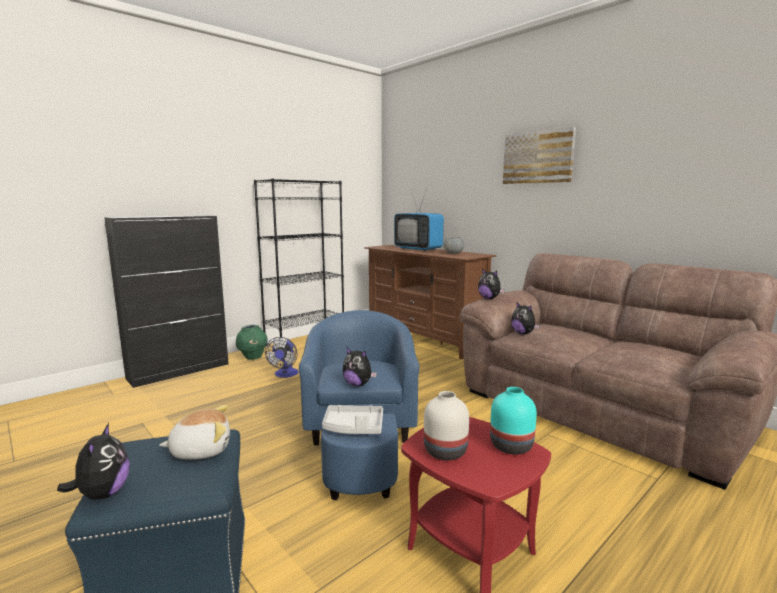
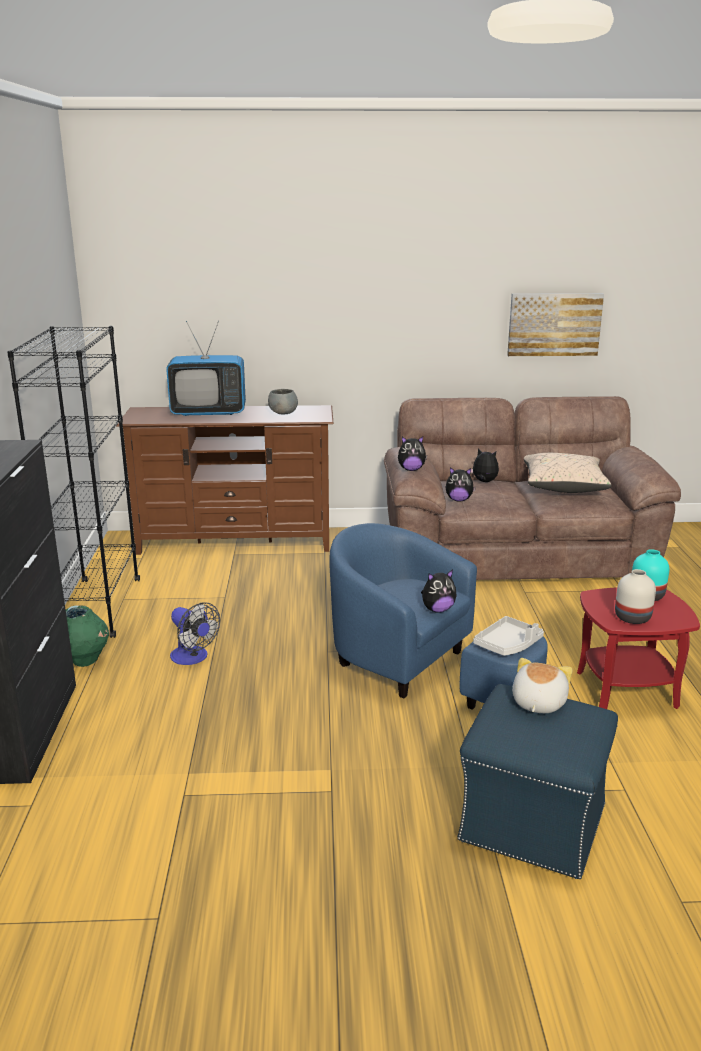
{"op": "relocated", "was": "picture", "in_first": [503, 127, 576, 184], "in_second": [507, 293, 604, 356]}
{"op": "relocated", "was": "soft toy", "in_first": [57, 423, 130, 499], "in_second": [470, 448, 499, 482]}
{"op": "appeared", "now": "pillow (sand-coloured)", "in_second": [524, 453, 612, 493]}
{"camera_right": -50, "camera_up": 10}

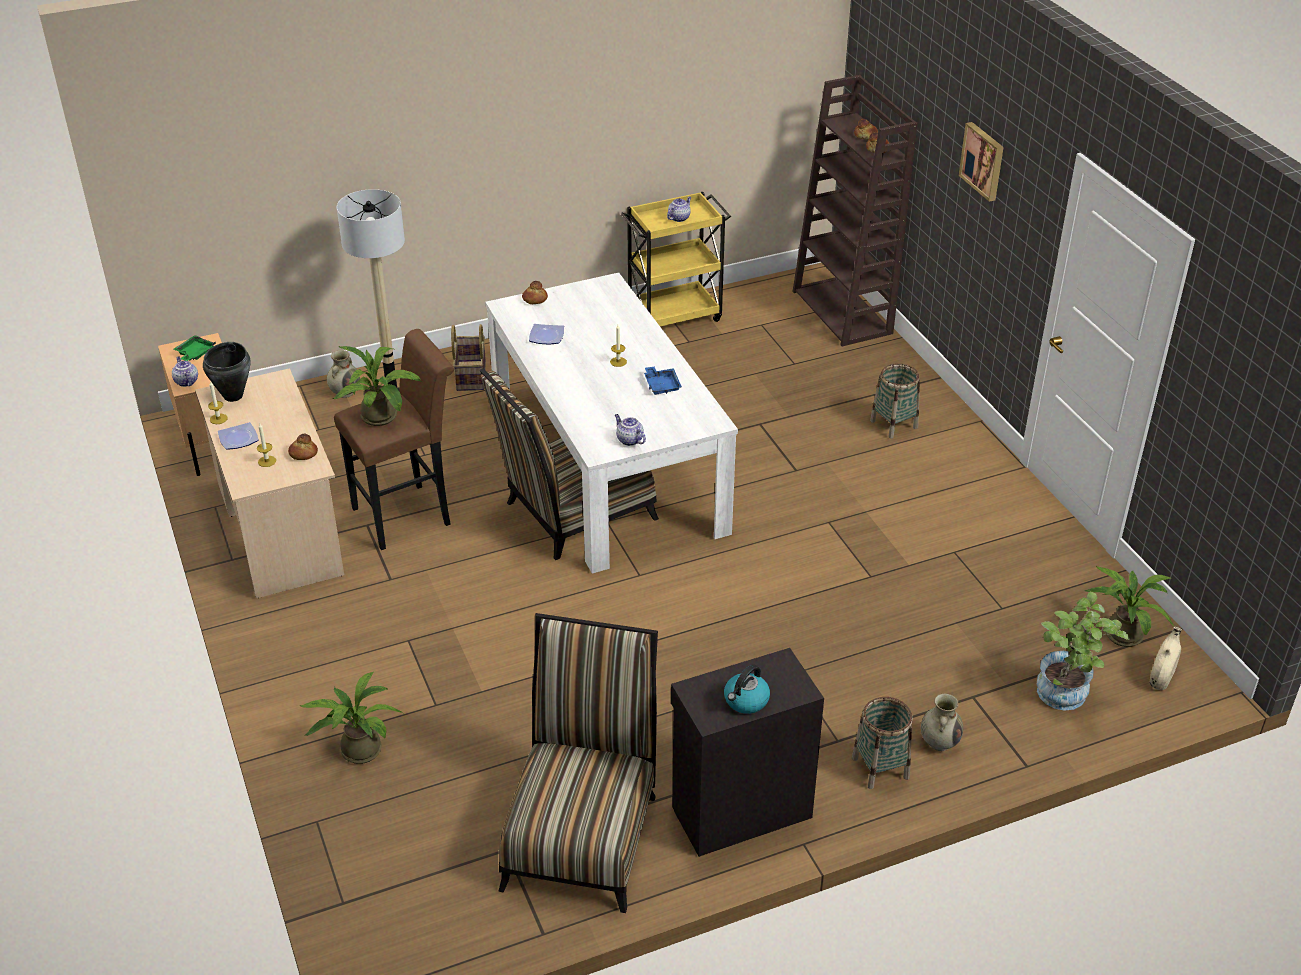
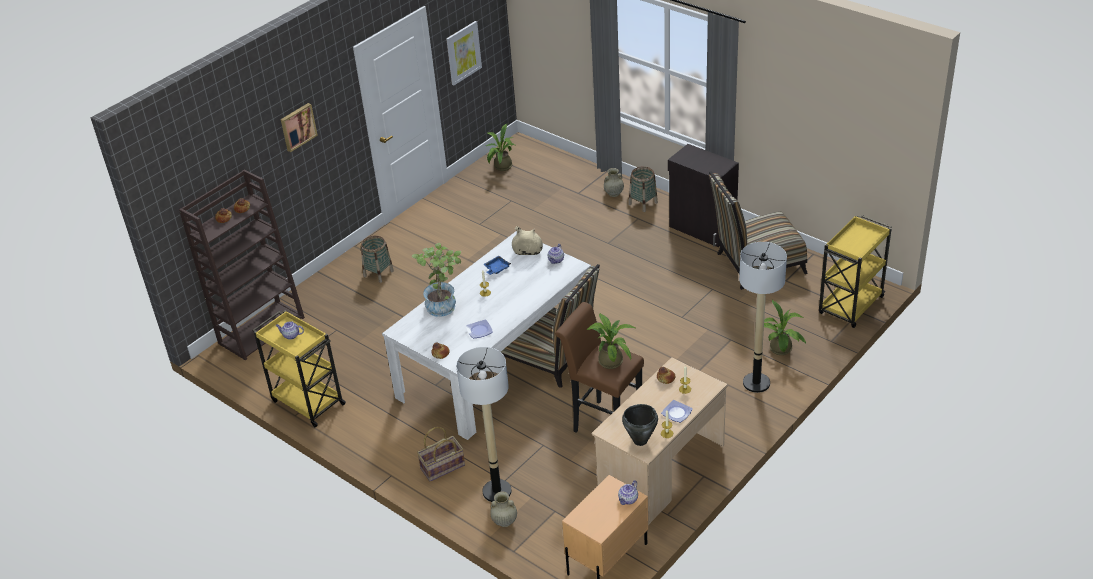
{"op": "missing", "was": "tray (greenish)", "in_first": [174, 335, 216, 361]}
{"op": "relocated", "was": "plant in a pot", "in_first": [1037, 592, 1130, 711], "in_second": [411, 243, 461, 317]}
{"op": "relocated", "was": "flower vase (sand-coloured)", "in_first": [1150, 627, 1182, 690], "in_second": [512, 226, 543, 255]}
{"op": "missing", "was": "tea kettle", "in_first": [724, 665, 770, 714]}
{"op": "appeared", "now": "picture", "in_second": [446, 21, 482, 86]}
{"op": "appeared", "now": "cart (yellowish)", "in_second": [819, 215, 892, 328]}
{"op": "appeared", "now": "standing lamp", "in_second": [739, 242, 787, 393]}
{"camera_right": -115, "camera_up": 0}

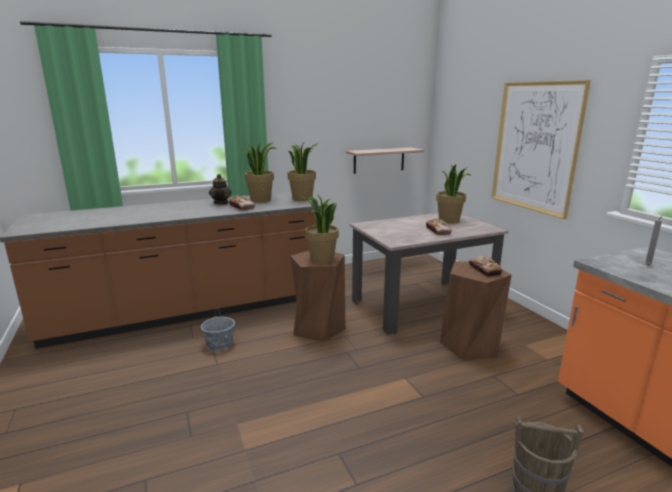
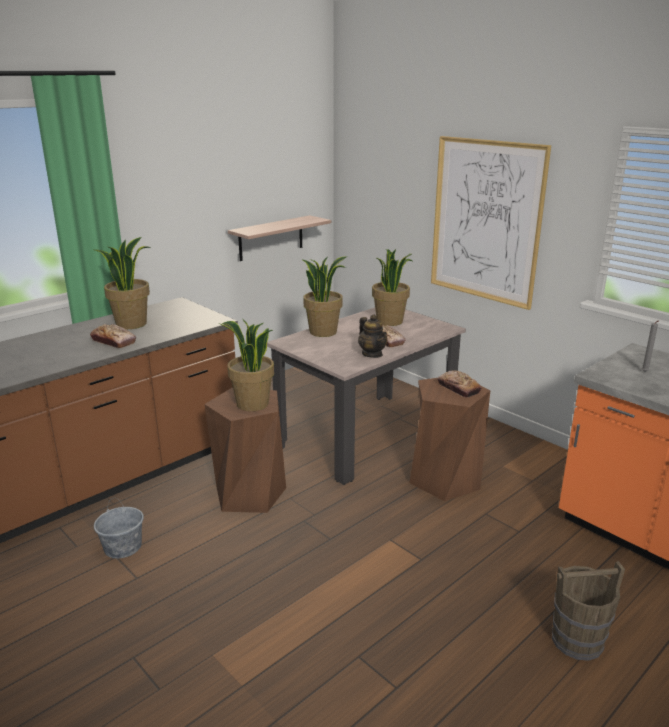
{"op": "relocated", "was": "plant in a pot", "in_first": [287, 141, 319, 201], "in_second": [303, 256, 348, 337]}
{"op": "relocated", "was": "tea pot", "in_first": [209, 174, 232, 205], "in_second": [358, 315, 387, 358]}
{"camera_right": -20, "camera_up": 5}

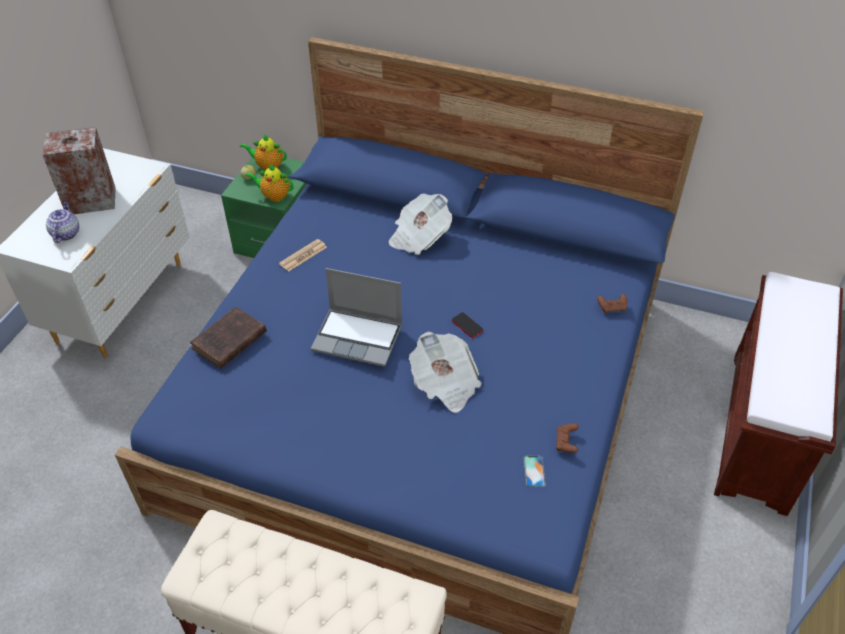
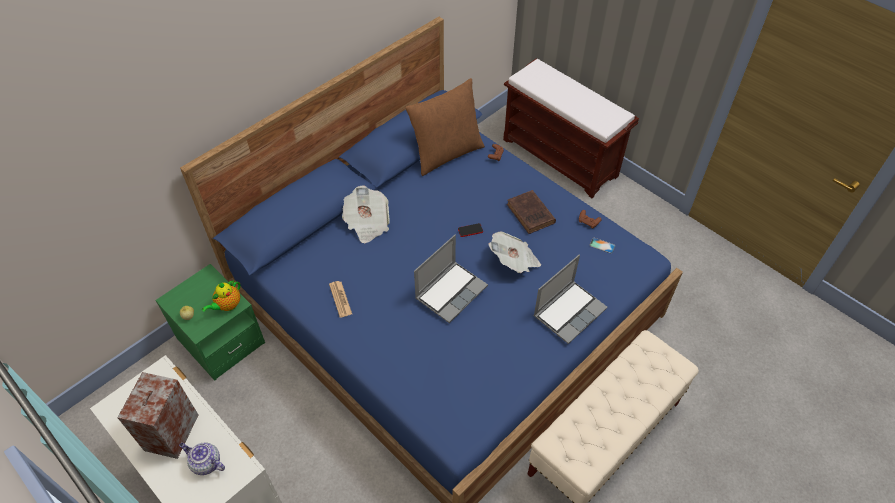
{"op": "missing", "was": "tea pot", "in_first": [240, 134, 287, 171]}
{"op": "relocated", "was": "volume (brown)", "in_first": [190, 307, 267, 368], "in_second": [507, 190, 556, 234]}
{"op": "appeared", "now": "pillow (brown)", "in_second": [406, 78, 485, 176]}
{"op": "appeared", "now": "portable computer", "in_second": [533, 254, 608, 344]}
{"camera_right": -65, "camera_up": 5}

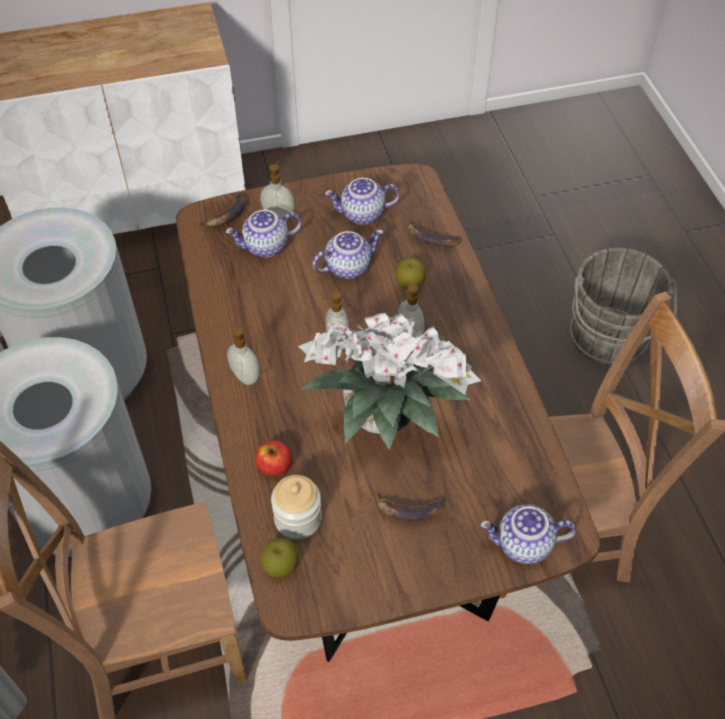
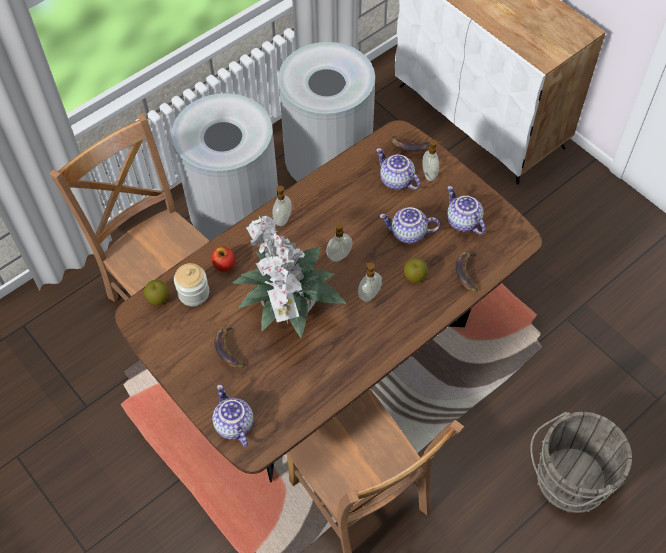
{"op": "spun", "was": "tea pot", "in_first": [313, 229, 383, 279], "in_second": [379, 207, 440, 244], "clockwise": 150}
{"camera_right": 65, "camera_up": 5}

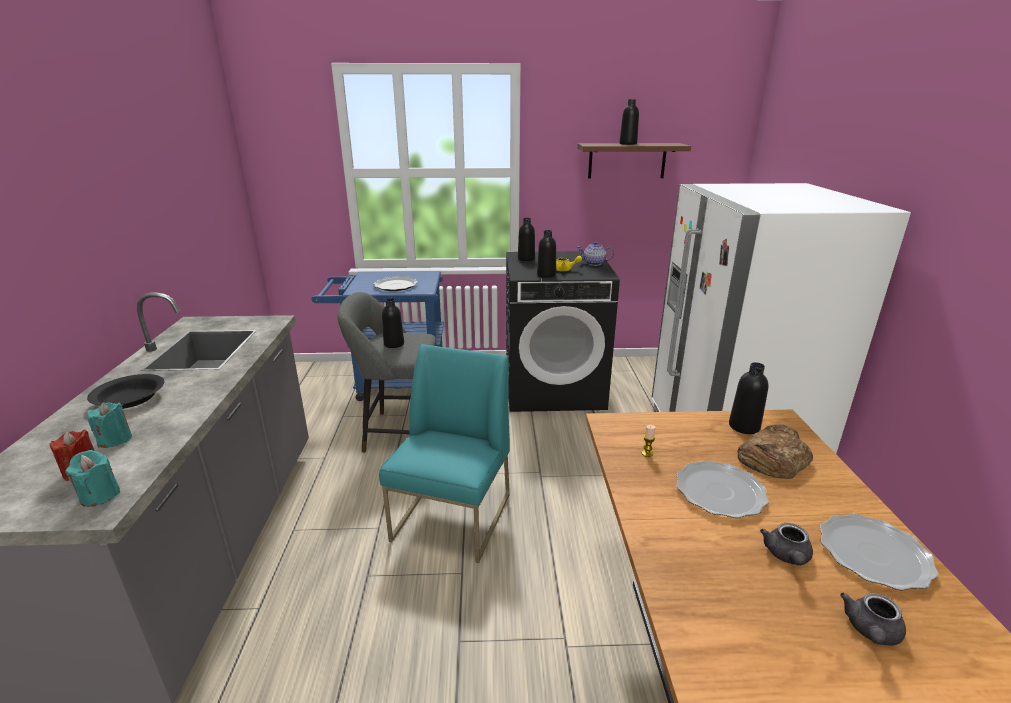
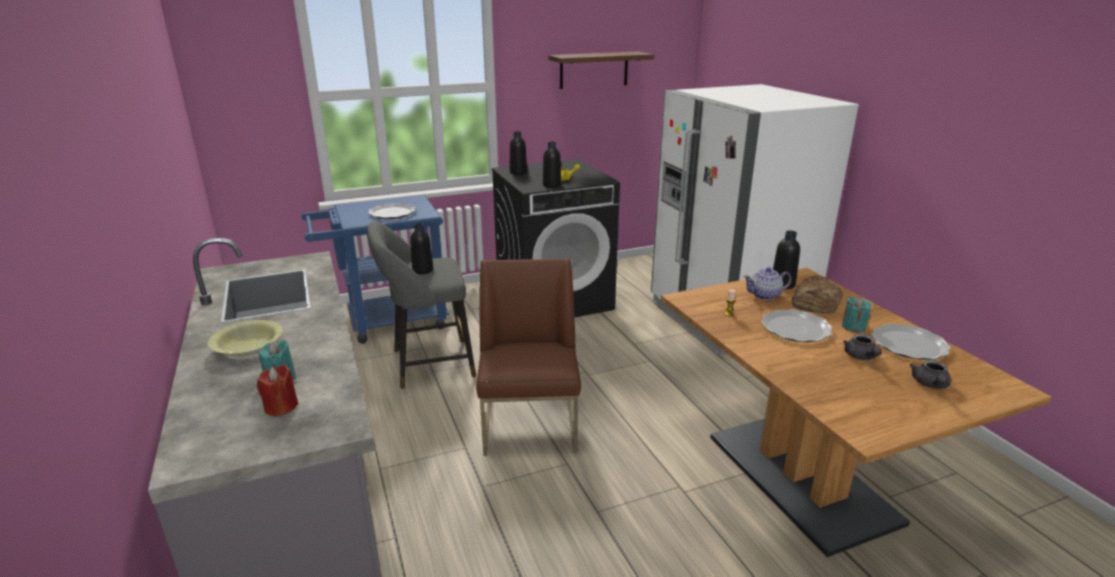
{"op": "missing", "was": "drink bottle (black-coloured)", "in_first": [619, 99, 639, 145]}
{"op": "relocated", "was": "tea pot", "in_first": [577, 242, 614, 266], "in_second": [743, 267, 791, 300]}
{"op": "colour", "was": "plain chair (turquoise-coloured)", "now": "plain chair (brown)", "in_first": [379, 344, 510, 563], "in_second": [476, 259, 581, 456]}
{"op": "colour", "was": "deep dish (black-coloured)", "now": "deep dish (yellowish)", "in_first": [87, 374, 164, 409], "in_second": [208, 320, 283, 357]}
{"op": "relocated", "was": "wax candle (turquoise-coloured)", "in_first": [65, 450, 120, 507], "in_second": [842, 296, 871, 333]}
{"camera_right": -20, "camera_up": 0}

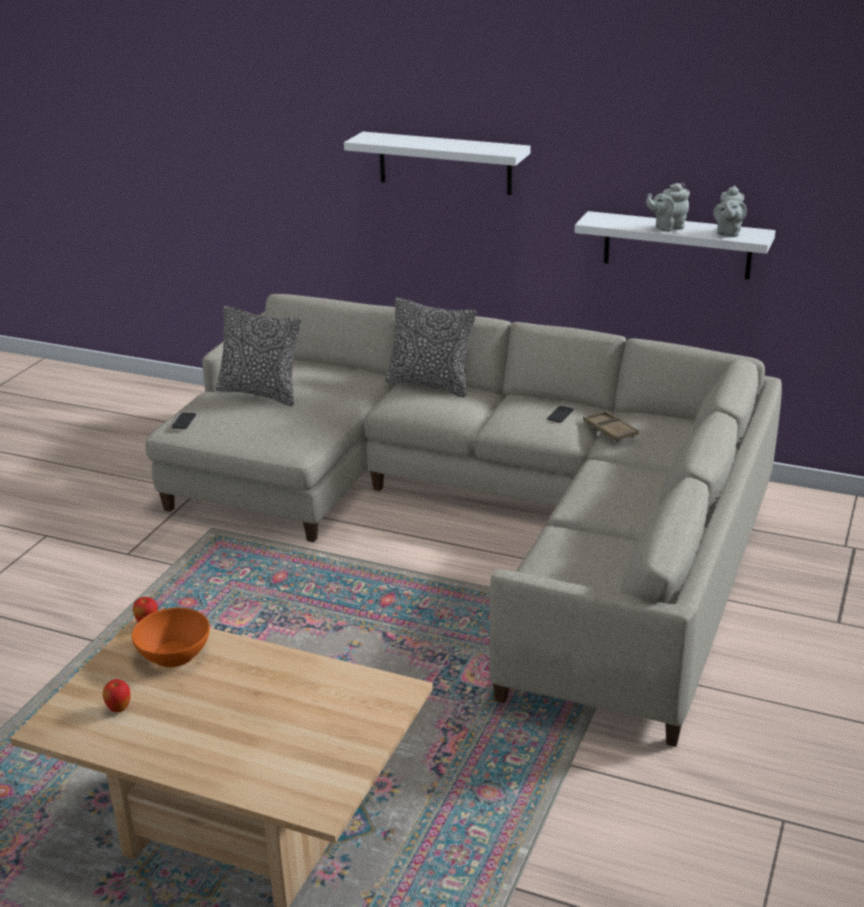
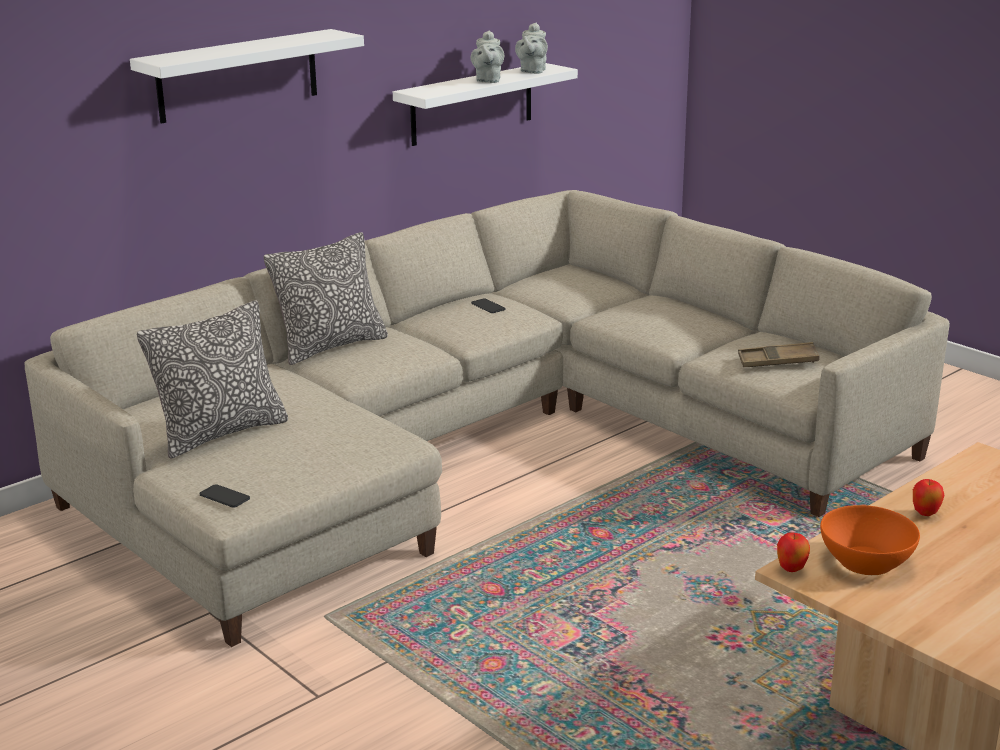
{"op": "spun", "was": "tea pot (gray)", "in_first": [713, 185, 747, 237], "in_second": [515, 23, 548, 74], "clockwise": 60}
{"op": "relocated", "was": "tray (brown)", "in_first": [583, 411, 639, 442], "in_second": [738, 342, 820, 367]}
{"op": "relocated", "was": "apple", "in_first": [103, 679, 130, 712], "in_second": [913, 479, 945, 516]}
{"camera_right": -65, "camera_up": -5}

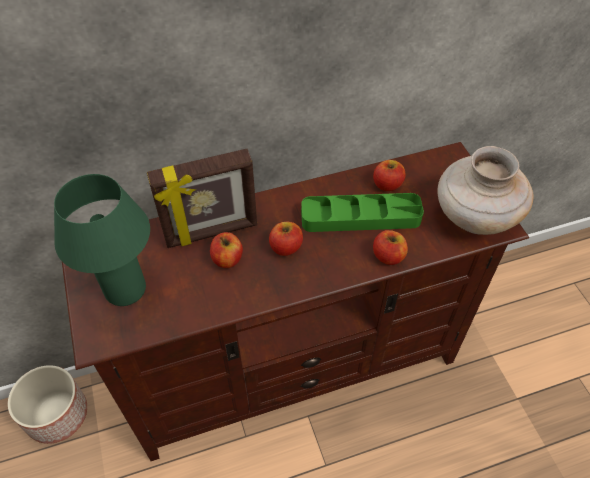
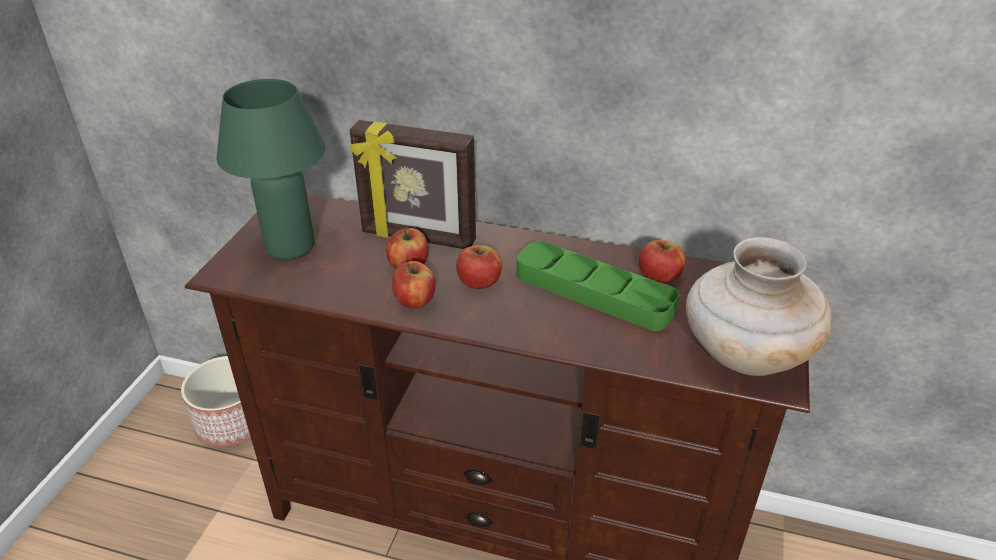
{"op": "relocated", "was": "apple", "in_first": [373, 230, 408, 265], "in_second": [392, 261, 436, 309]}
{"camera_right": 35, "camera_up": -15}

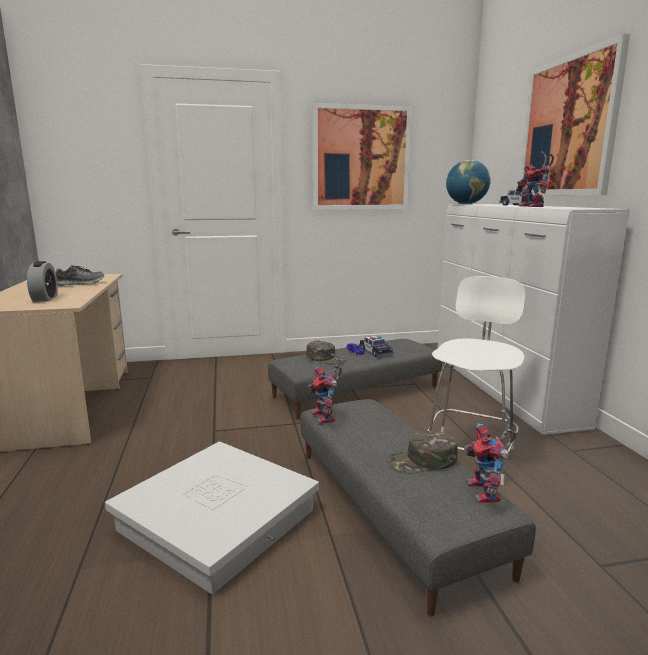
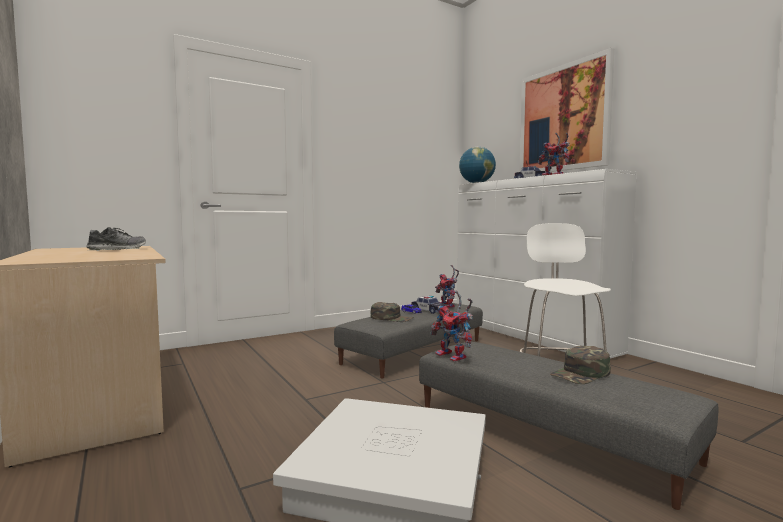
{"op": "missing", "was": "picture", "in_first": [313, 103, 412, 210]}
{"op": "missing", "was": "table clock", "in_first": [27, 261, 58, 302]}
{"op": "relocated", "was": "robot figure", "in_first": [464, 410, 517, 503], "in_second": [435, 265, 459, 308]}
{"camera_right": -20, "camera_up": -10}

